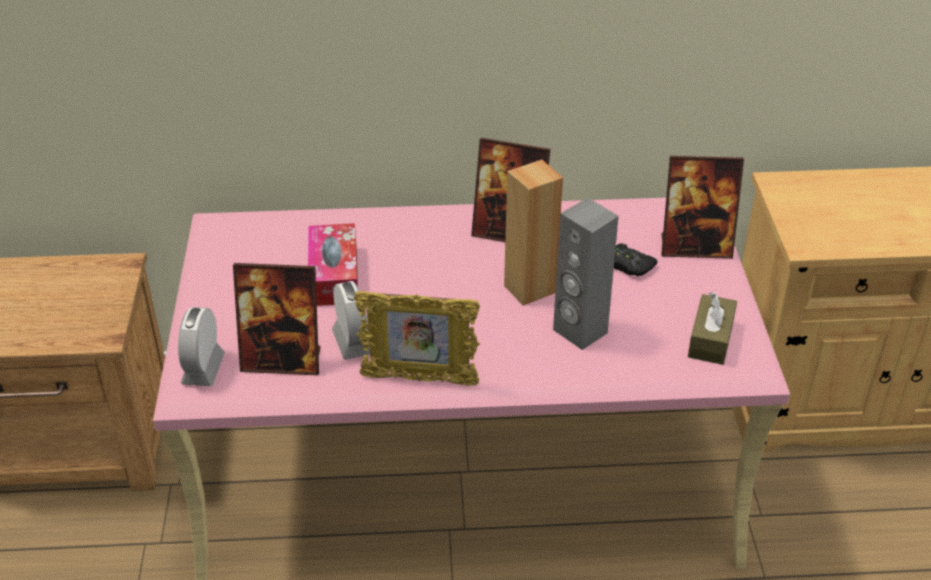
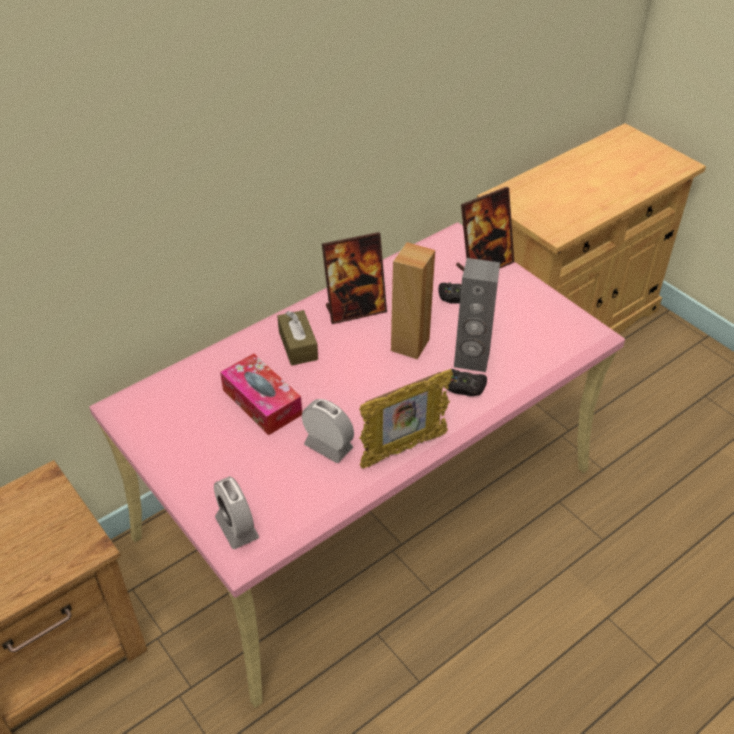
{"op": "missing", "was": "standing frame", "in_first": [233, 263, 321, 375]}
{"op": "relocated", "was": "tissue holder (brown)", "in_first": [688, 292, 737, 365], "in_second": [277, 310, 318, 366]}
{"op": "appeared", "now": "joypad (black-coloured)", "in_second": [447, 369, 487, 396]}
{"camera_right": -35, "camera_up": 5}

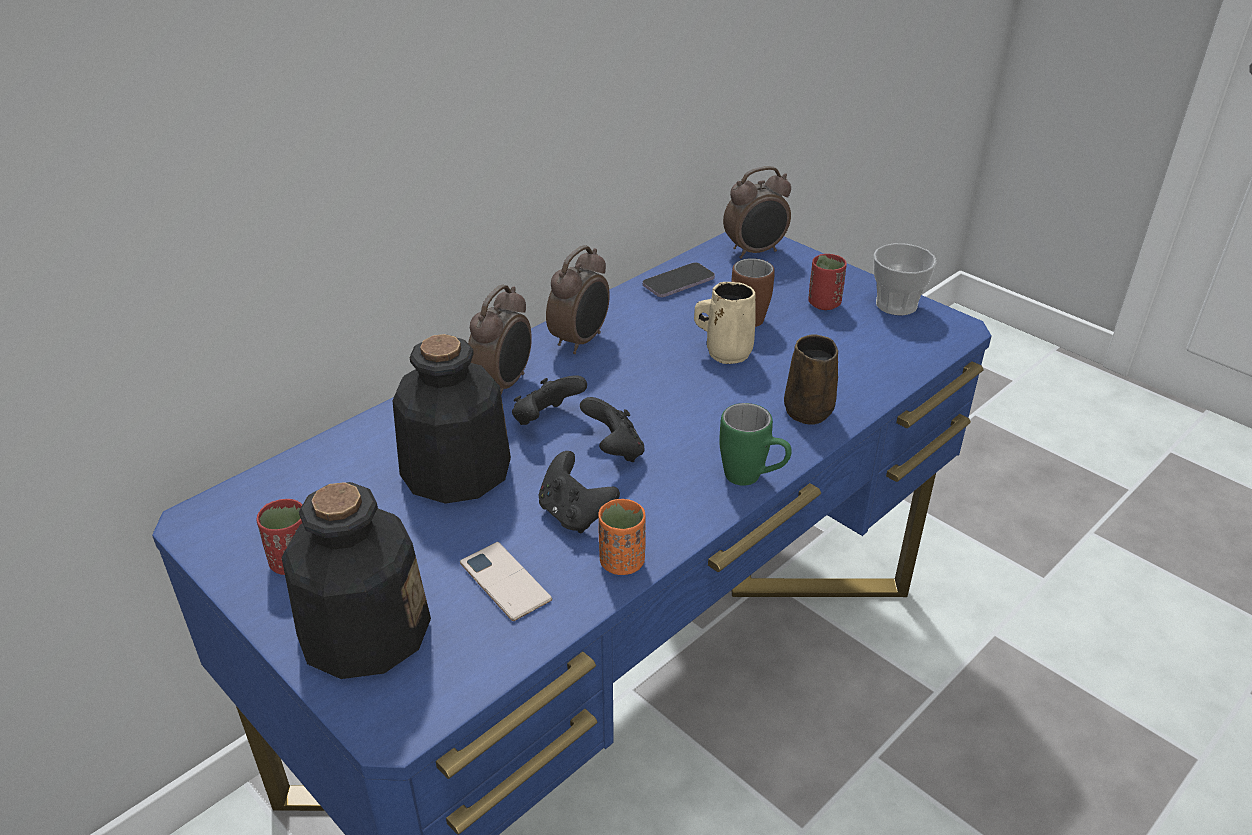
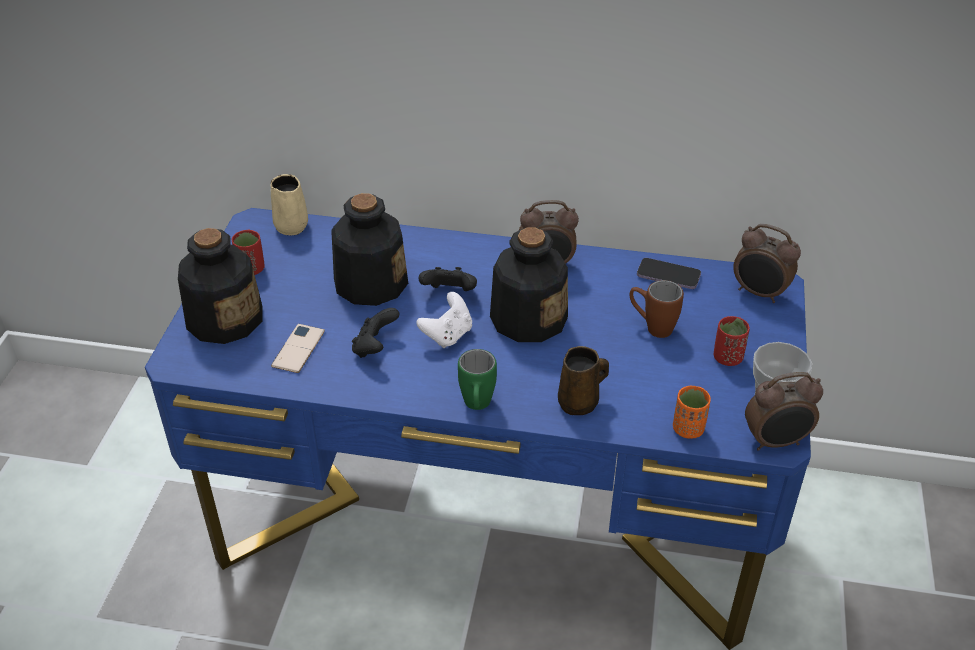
{"op": "relocated", "was": "tea mug (sand-coloured)", "in_first": [694, 282, 756, 364], "in_second": [271, 174, 308, 236]}
{"op": "relocated", "was": "table clock", "in_first": [468, 284, 532, 395], "in_second": [745, 372, 823, 451]}
{"op": "colour", "was": "joypad (black-coloured)", "now": "joypad (white)", "in_first": [580, 397, 645, 462], "in_second": [416, 292, 472, 348]}
{"op": "relocated", "was": "cup (orange)", "in_first": [598, 499, 646, 575], "in_second": [673, 386, 711, 439]}
{"op": "appeared", "now": "drink bottle", "in_second": [490, 228, 568, 342]}
{"camera_right": 55, "camera_up": 5}

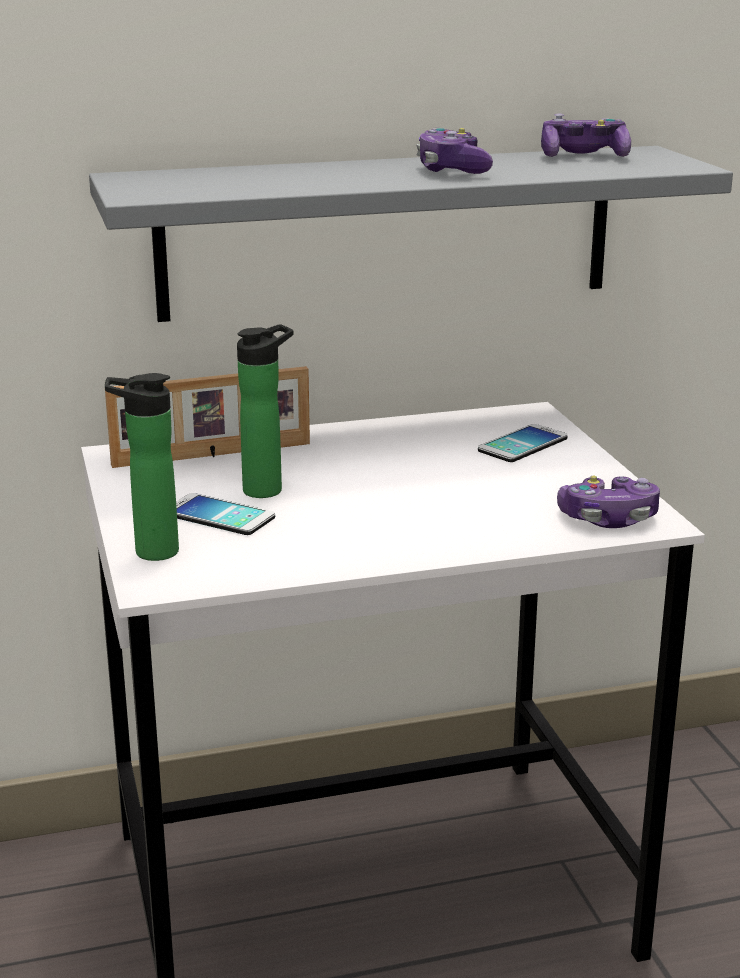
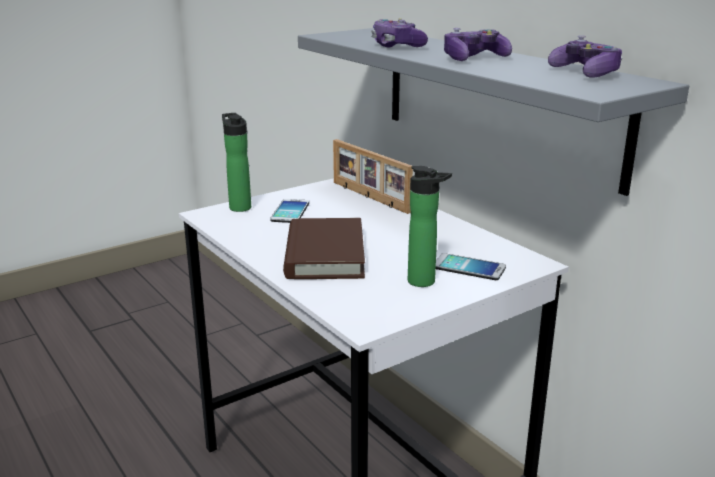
{"op": "relocated", "was": "drink bottle", "in_first": [237, 324, 294, 498], "in_second": [408, 166, 452, 287]}
{"op": "relocated", "was": "joypad", "in_first": [557, 475, 660, 528], "in_second": [371, 18, 428, 48]}
{"op": "appeared", "now": "volume (brown)", "in_second": [283, 218, 365, 279]}
{"camera_right": 70, "camera_up": 0}

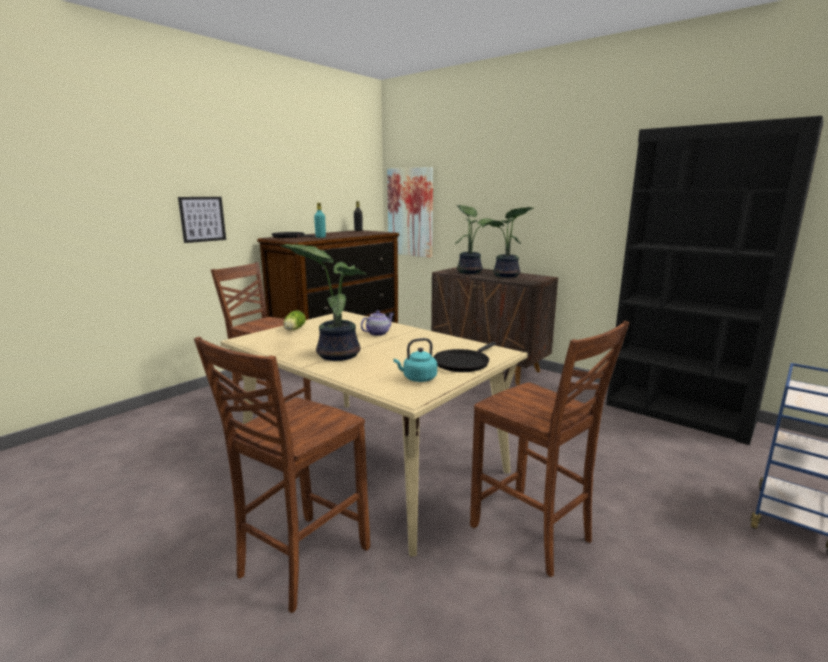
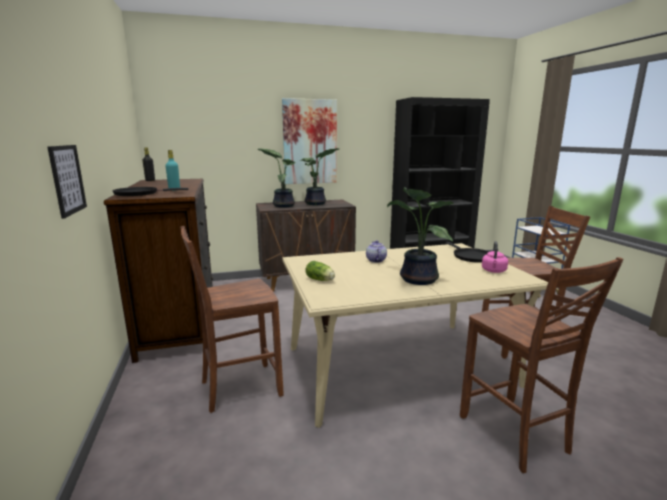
{"op": "relocated", "was": "picture", "in_first": [387, 167, 433, 258], "in_second": [282, 98, 337, 184]}
{"op": "colour", "was": "tea kettle (turquoise-coloured)", "now": "tea kettle (pinkish)", "in_first": [393, 338, 437, 382], "in_second": [482, 241, 508, 273]}
{"camera_right": -55, "camera_up": 0}

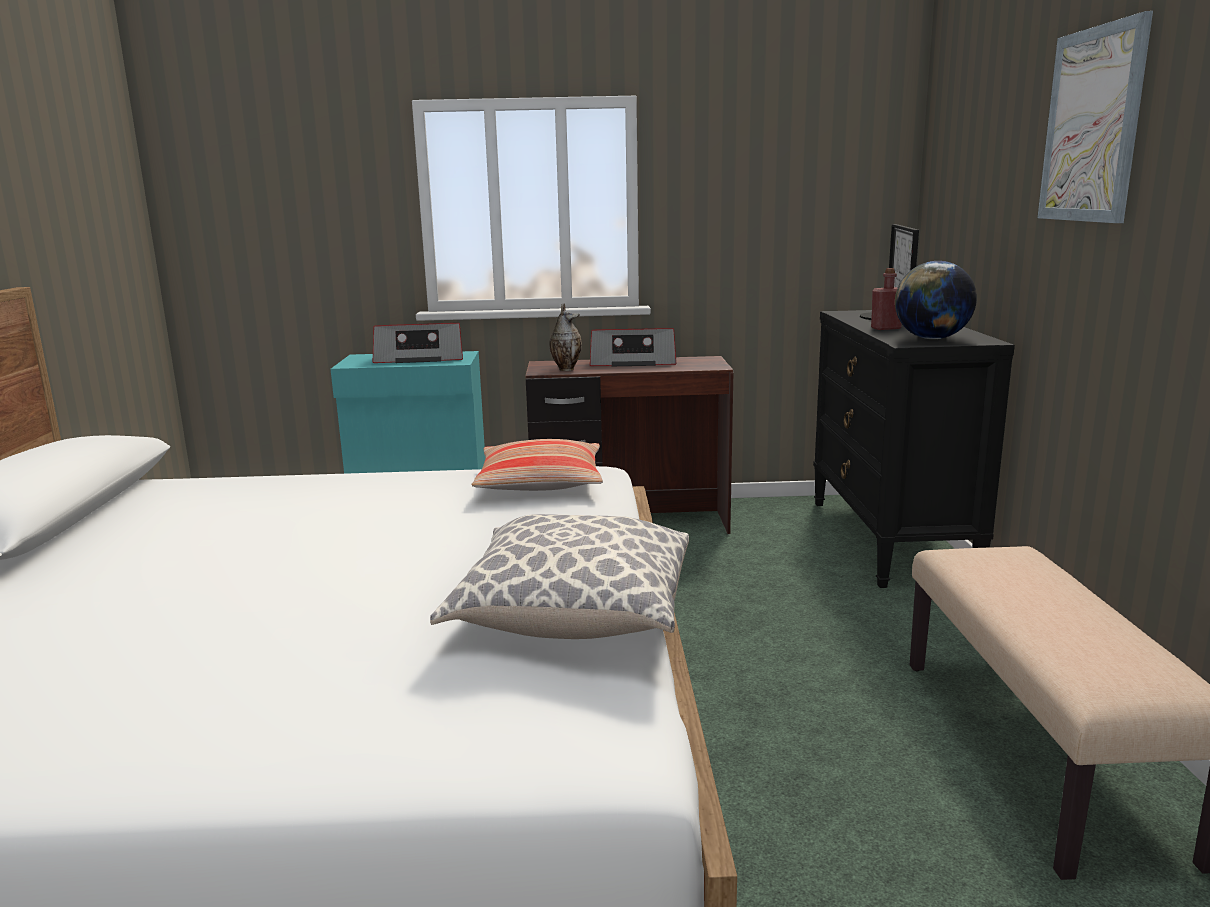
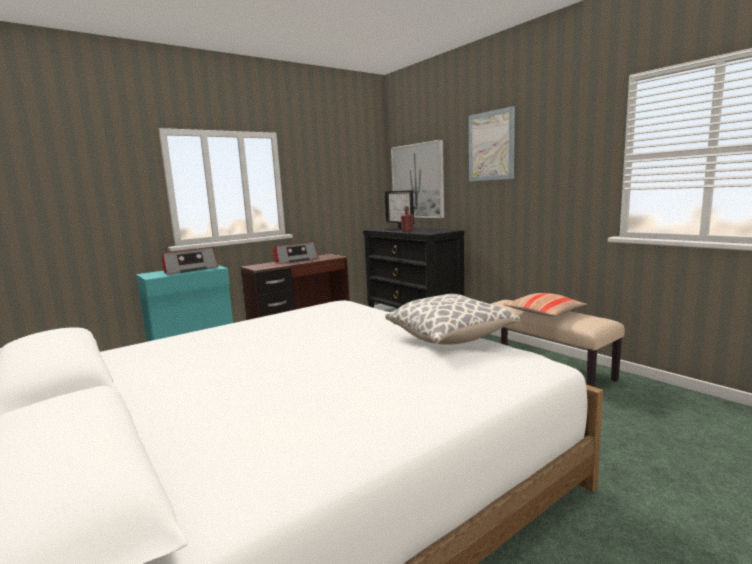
{"op": "missing", "was": "globe", "in_first": [895, 261, 977, 339]}
{"op": "missing", "was": "flower vase", "in_first": [549, 303, 582, 371]}
{"op": "relocated", "was": "pillow", "in_first": [472, 439, 603, 491], "in_second": [503, 293, 587, 316]}
{"op": "appeared", "now": "picture", "in_second": [391, 140, 444, 218]}
{"camera_right": -35, "camera_up": -5}

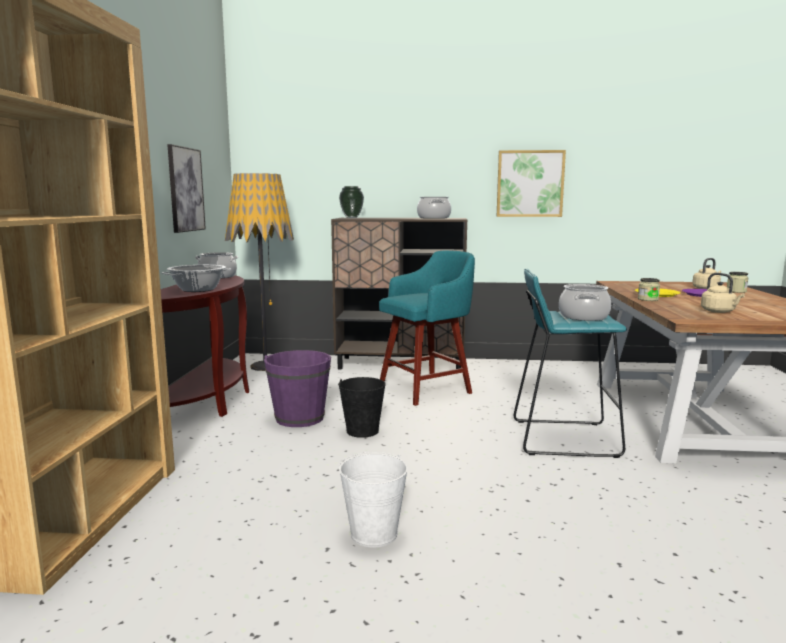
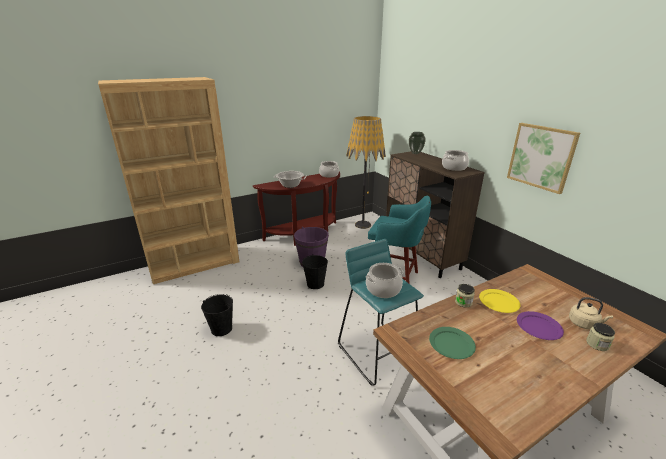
{"op": "missing", "was": "picture", "in_first": [167, 144, 206, 233]}
{"op": "exchanged", "was": "tea kettle (sand-coloured)", "now": "dinner plate (greenish)", "in_first": [701, 273, 745, 313], "in_second": [429, 327, 476, 359]}
{"op": "colour", "was": "water bucket (white)", "now": "water bucket (black-coloured)", "in_first": [339, 452, 408, 548], "in_second": [201, 294, 233, 336]}
{"camera_right": 55, "camera_up": 15}

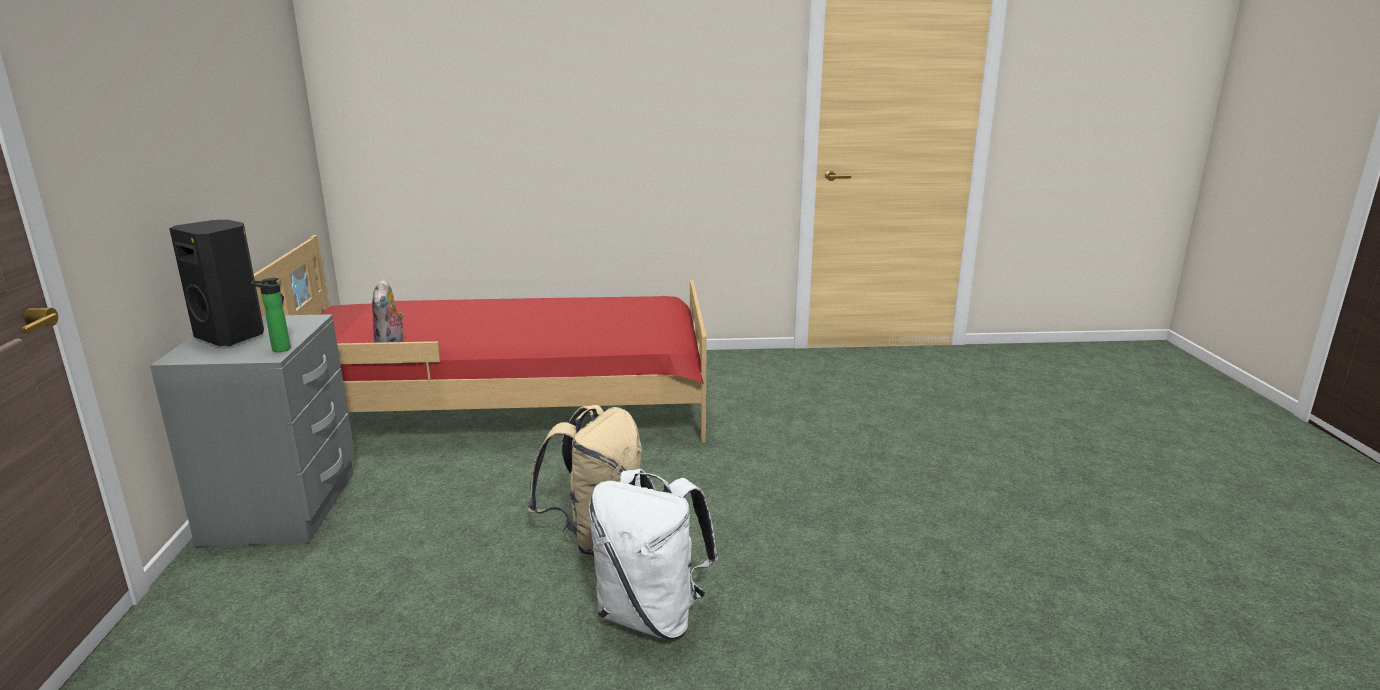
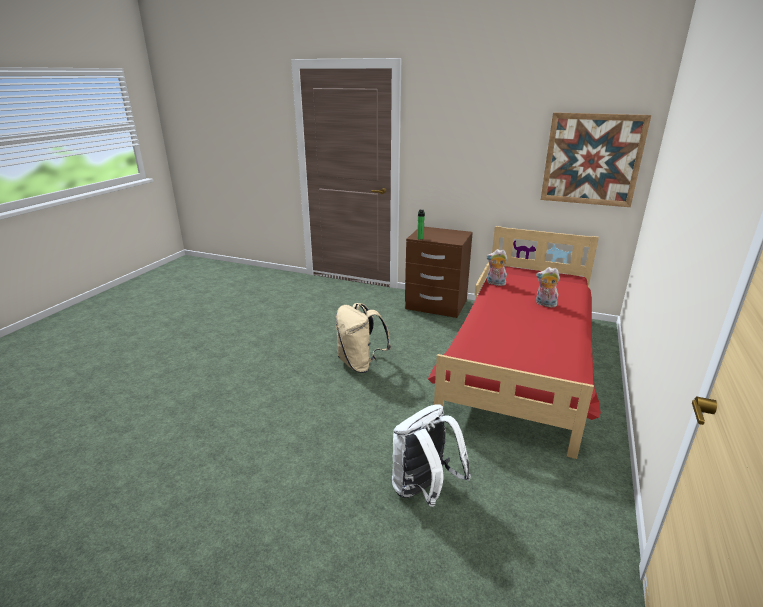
{"op": "missing", "was": "audio speaker (black-coloured)", "in_first": [169, 220, 264, 346]}
{"op": "colour", "was": "night table (gray)", "now": "night table (brown)", "in_first": [150, 314, 355, 547], "in_second": [405, 227, 473, 318]}
{"op": "relocated", "was": "backpack (white)", "in_first": [589, 469, 718, 639], "in_second": [392, 404, 471, 507]}
{"op": "appeared", "now": "picture", "in_second": [541, 112, 652, 207]}
{"op": "appeared", "now": "soft toy", "in_second": [536, 267, 560, 307]}
{"camera_right": 115, "camera_up": 5}

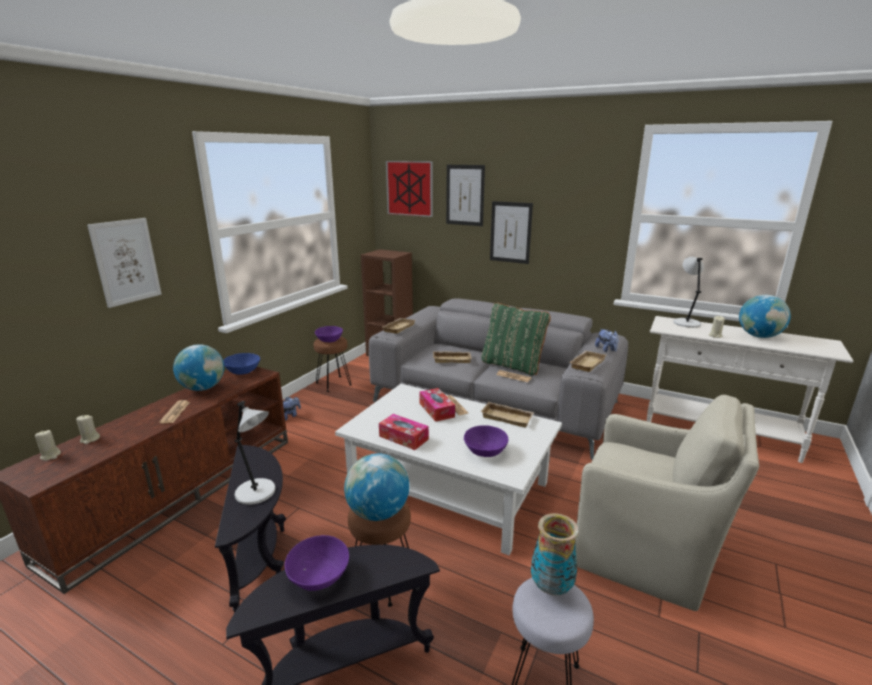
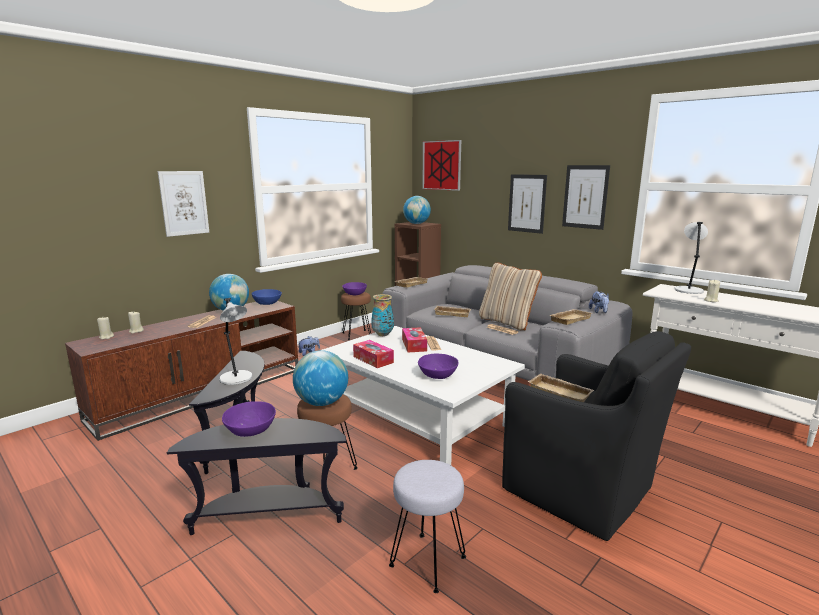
{"op": "relocated", "was": "picture", "in_first": [446, 165, 485, 226], "in_second": [562, 165, 610, 230]}
{"op": "relocated", "was": "globe", "in_first": [739, 295, 791, 338], "in_second": [403, 196, 431, 224]}
{"op": "colour", "was": "pillow (greenish)", "now": "pillow (sand-coloured)", "in_first": [481, 303, 551, 375], "in_second": [479, 262, 542, 330]}
{"op": "colour", "was": "lounge chair (sand-coloured)", "now": "lounge chair (black-coloured)", "in_first": [575, 395, 759, 611], "in_second": [502, 331, 691, 541]}
{"op": "relocated", "was": "tray (sand-coloured)", "in_first": [480, 402, 534, 428], "in_second": [528, 373, 594, 402]}
{"op": "relocated", "was": "flower vase", "in_first": [531, 513, 579, 595], "in_second": [371, 294, 394, 336]}
{"camera_right": 15, "camera_up": -5}

